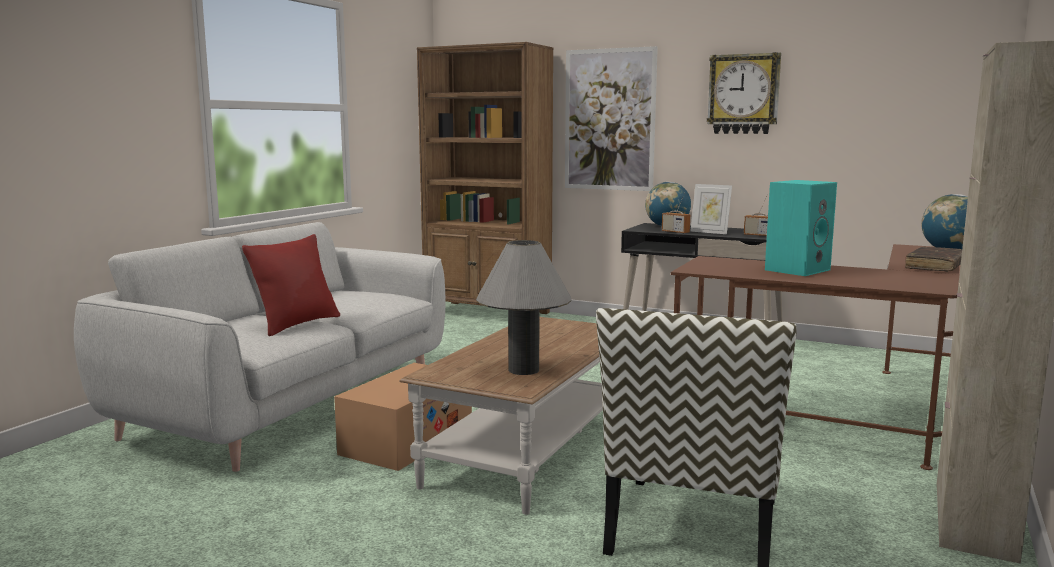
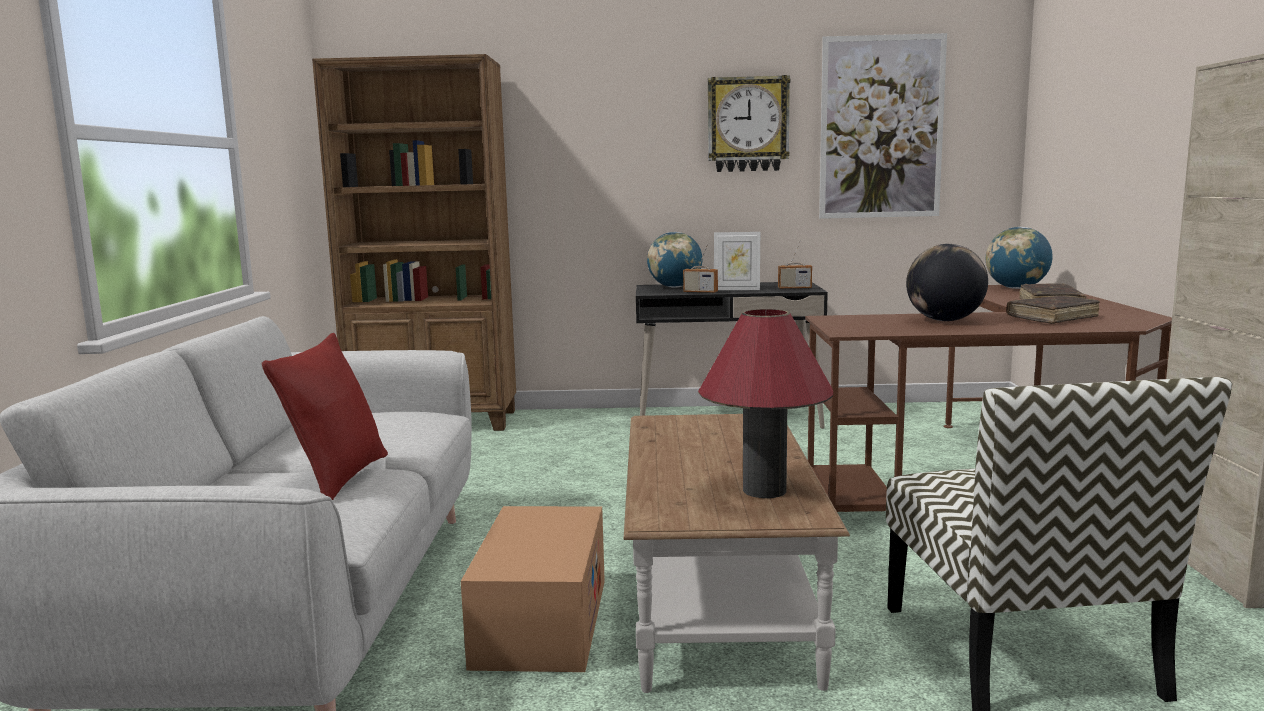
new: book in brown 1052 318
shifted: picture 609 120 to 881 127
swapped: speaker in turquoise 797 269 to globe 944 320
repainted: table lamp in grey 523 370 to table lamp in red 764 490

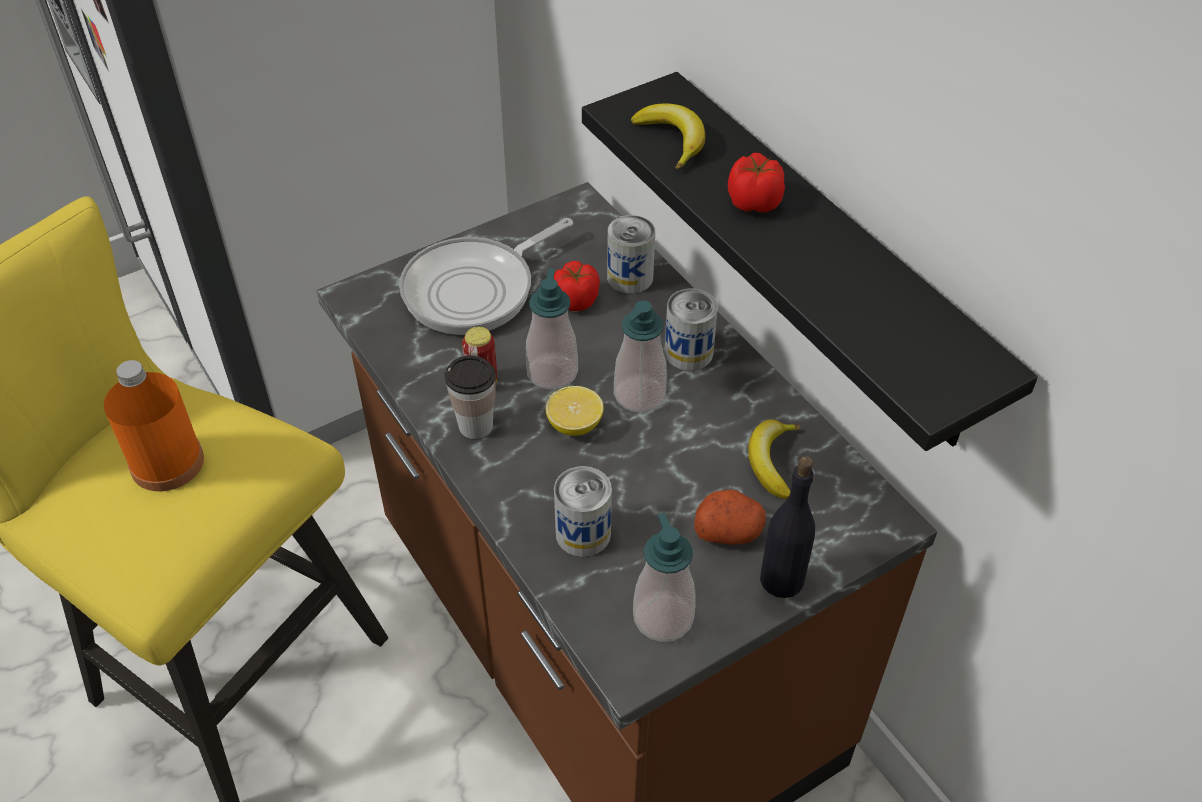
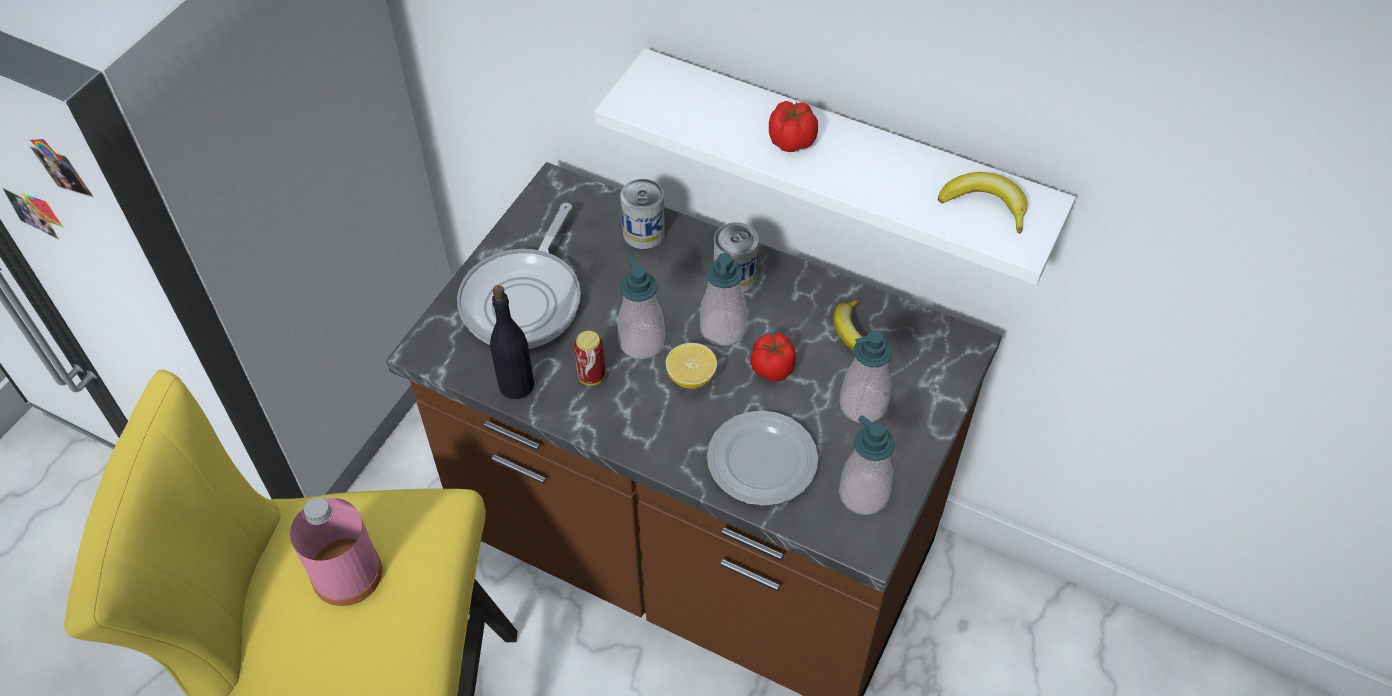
gone: cup 475 425
shifted: banana 672 140 to 985 205; tomato 577 300 to 773 367; bottle in black 781 579 to 516 385
swapped: can 583 533 to plate 761 460; potato 728 530 to soap dispenser 863 405
repainted: shelf in black 825 261 to shelf in white 844 163; bottle in orange 167 463 to bottle in pink 347 574

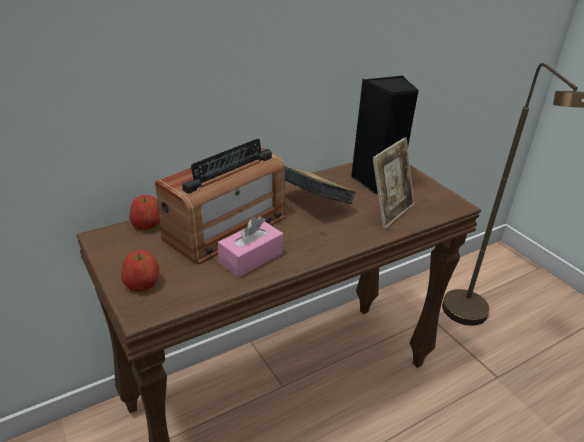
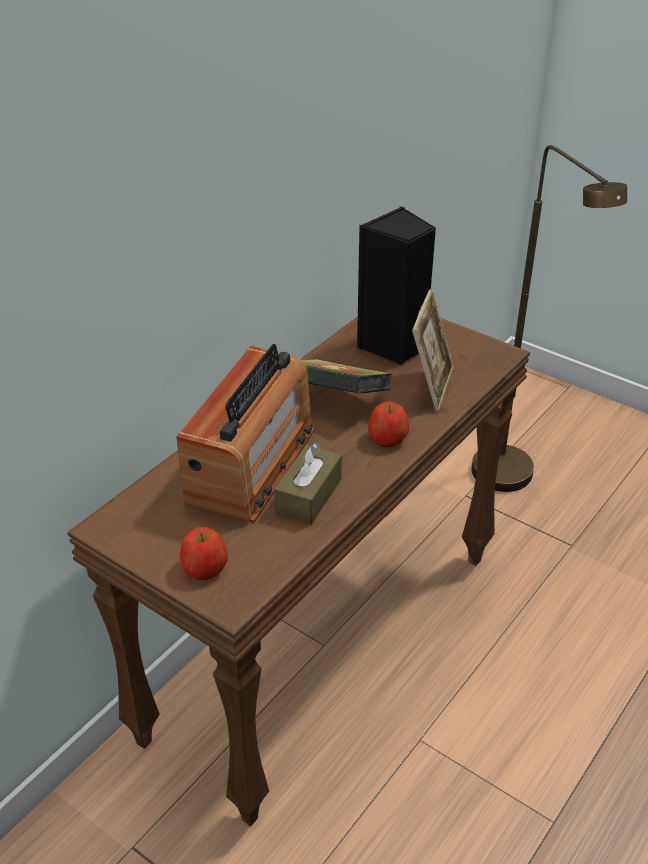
shifted: apple 147 224 to 388 438
repainted: tissue box in pink 250 258 to tissue box in brown 308 495

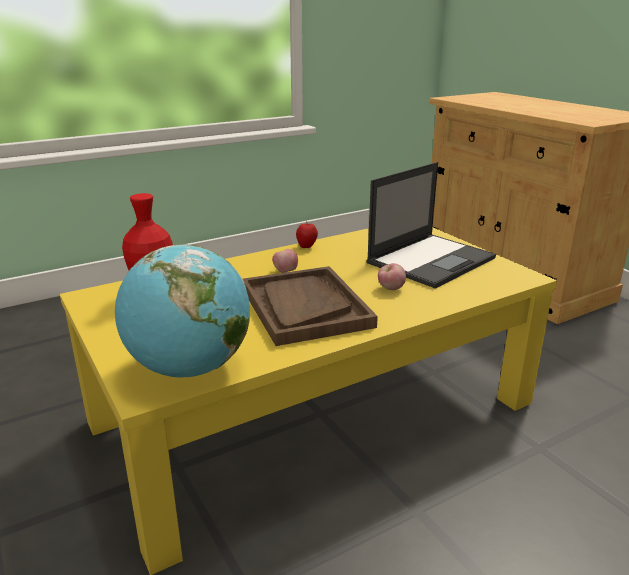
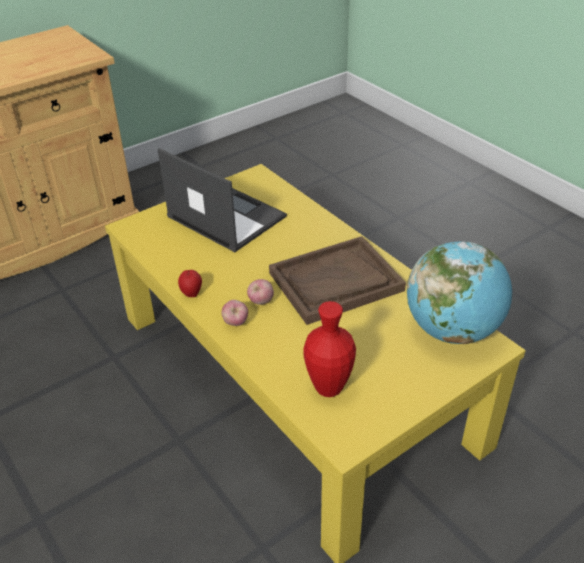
shifted: apple 391 289 to 235 323

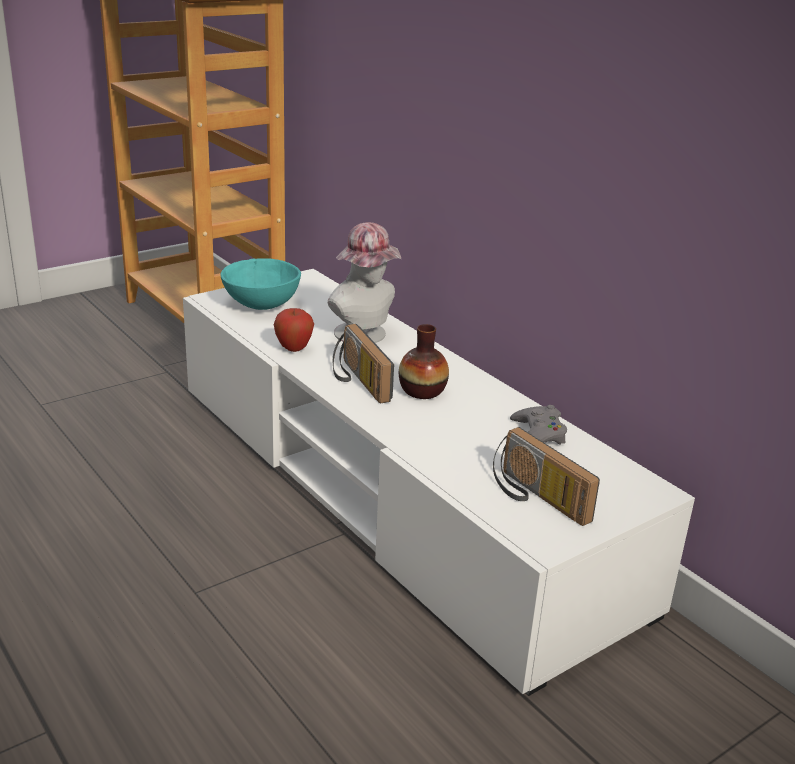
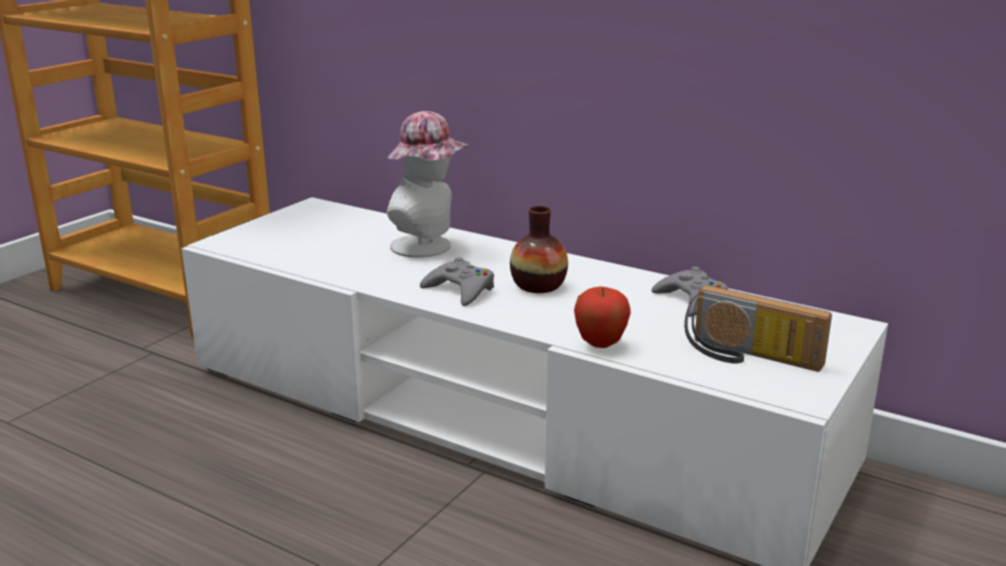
gone: bowl in turquoise 260 306
shifted: apple 294 349 to 600 345
swapped: radio 357 381 to game controller in grey 460 290

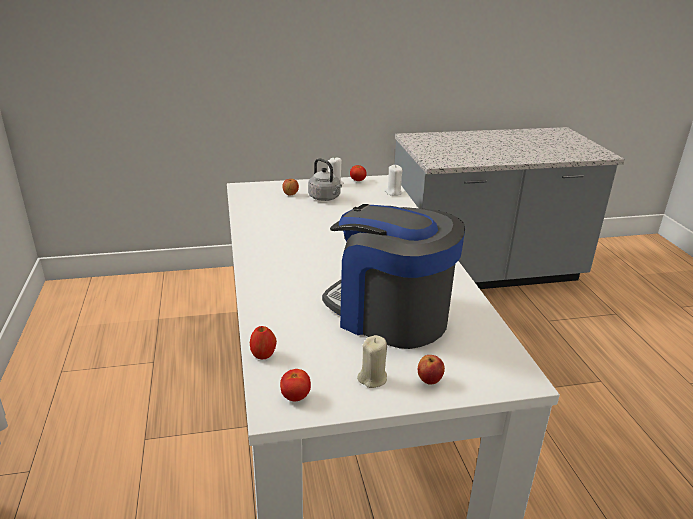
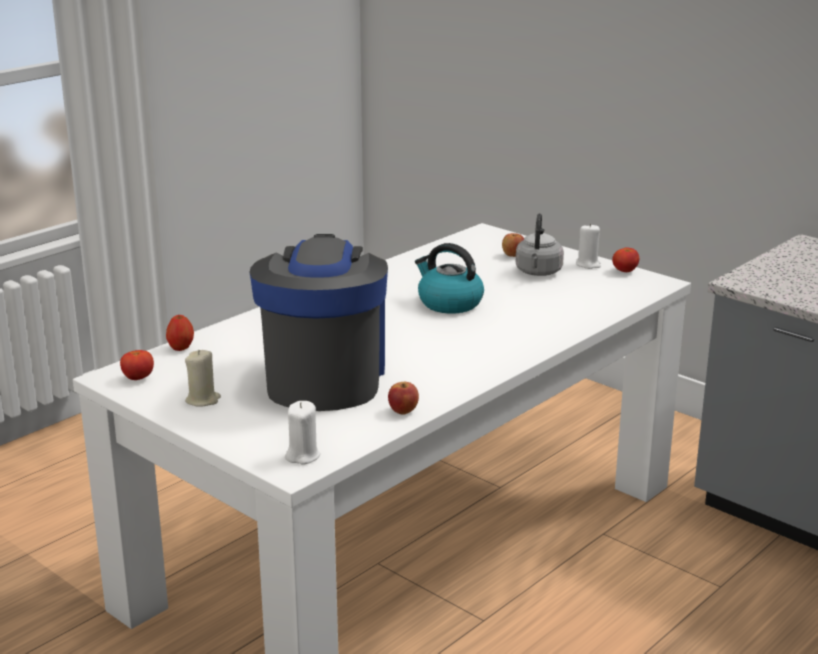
new: kettle 449 303
shifted: candle in white 393 192 to 302 456; apple 429 380 to 403 411

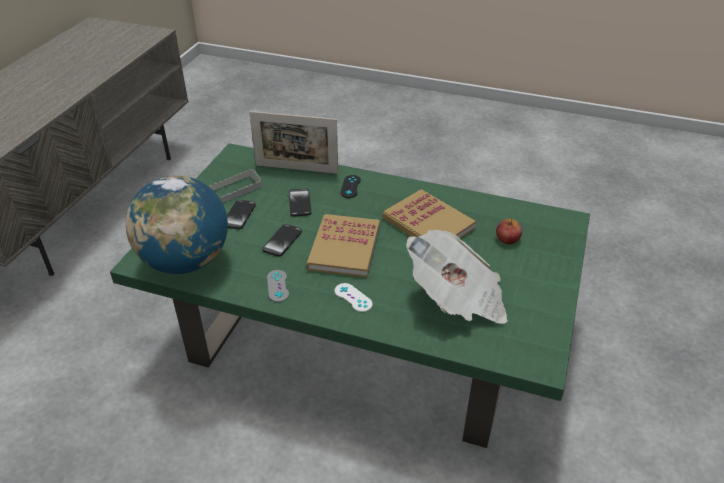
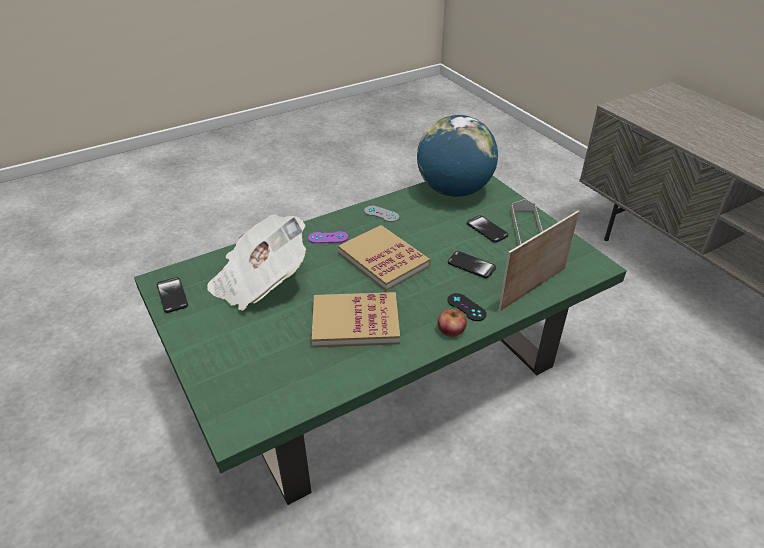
shifted: apple 507 238 to 451 330; phone 282 241 to 172 296
repainted: game controller in white 353 297 to game controller in purple 328 237

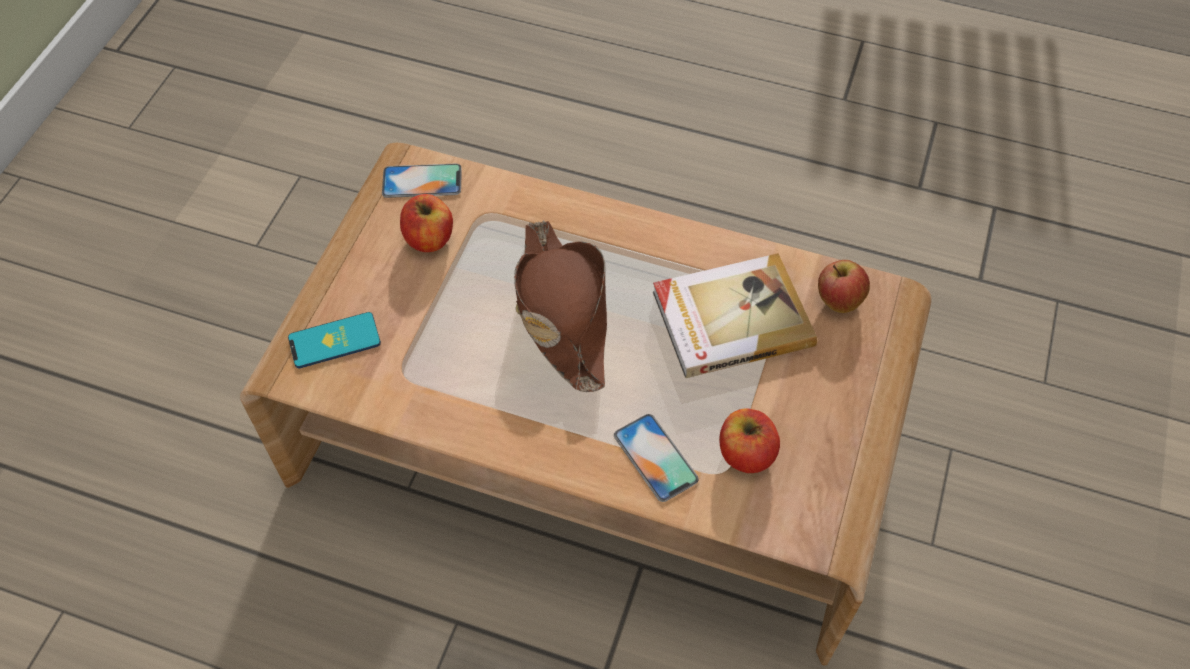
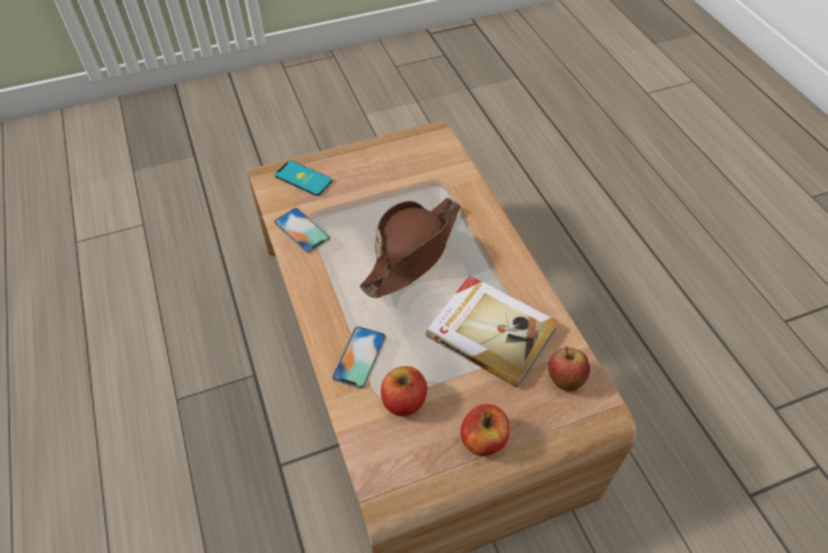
shifted: phone 422 181 to 301 230; apple 429 238 to 483 439

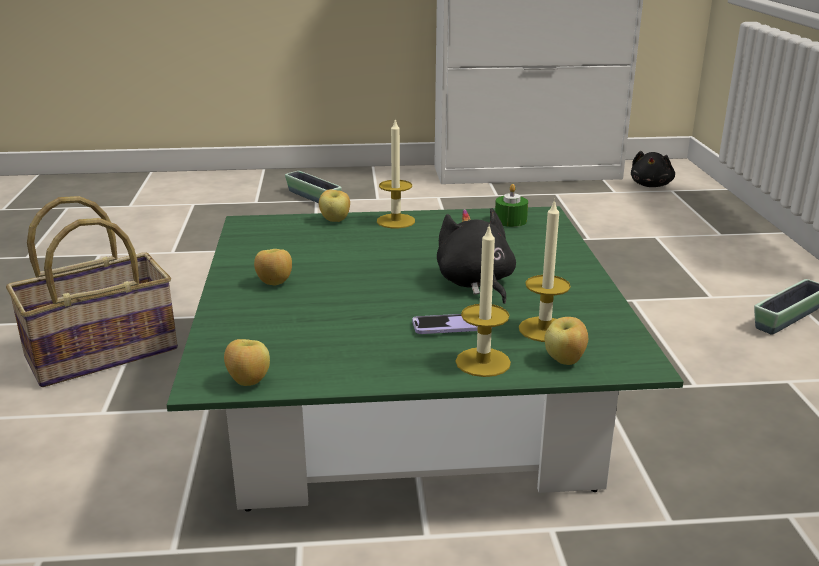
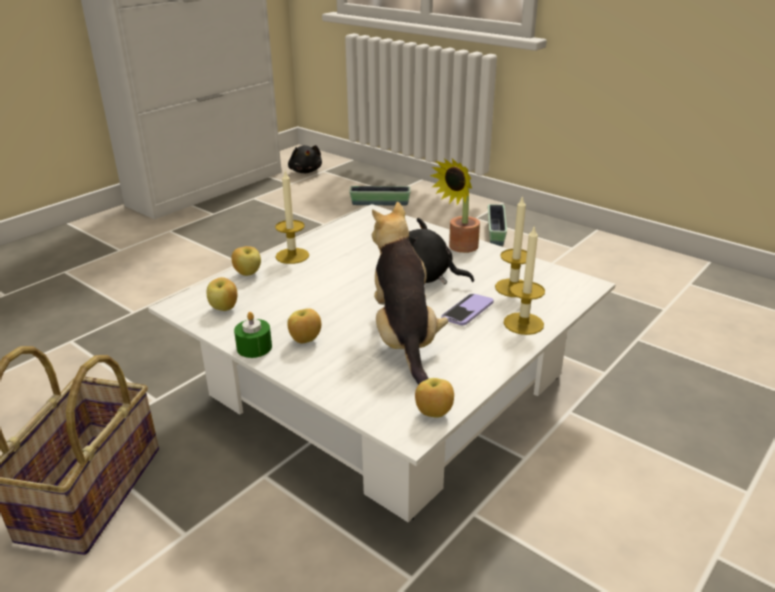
new: potted plant 459 248; plush toy 404 339
shifted: planter 313 198 to 380 203; candle in green 510 220 to 254 347; apple 565 360 to 224 308
repainted: coffee table in green 407 401 to coffee table in white 388 387

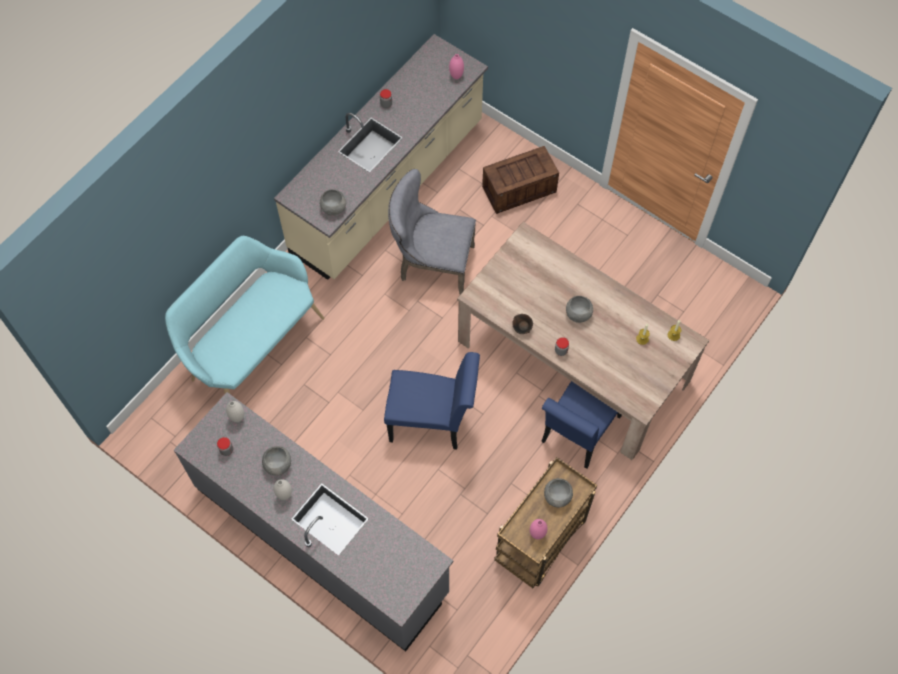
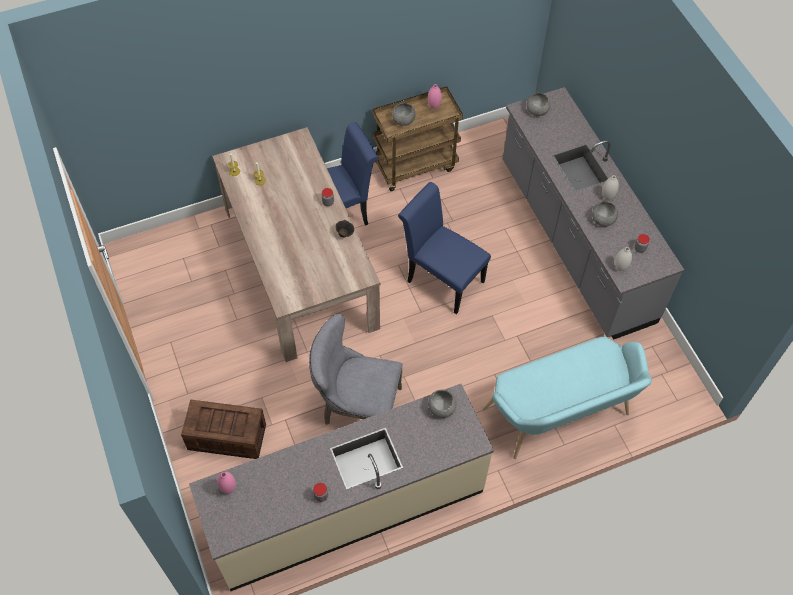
shifted: bowl in grey 578 314 to 537 110
rotated: chair in grey 432 264 = 357 407 150 degrees clockwise

